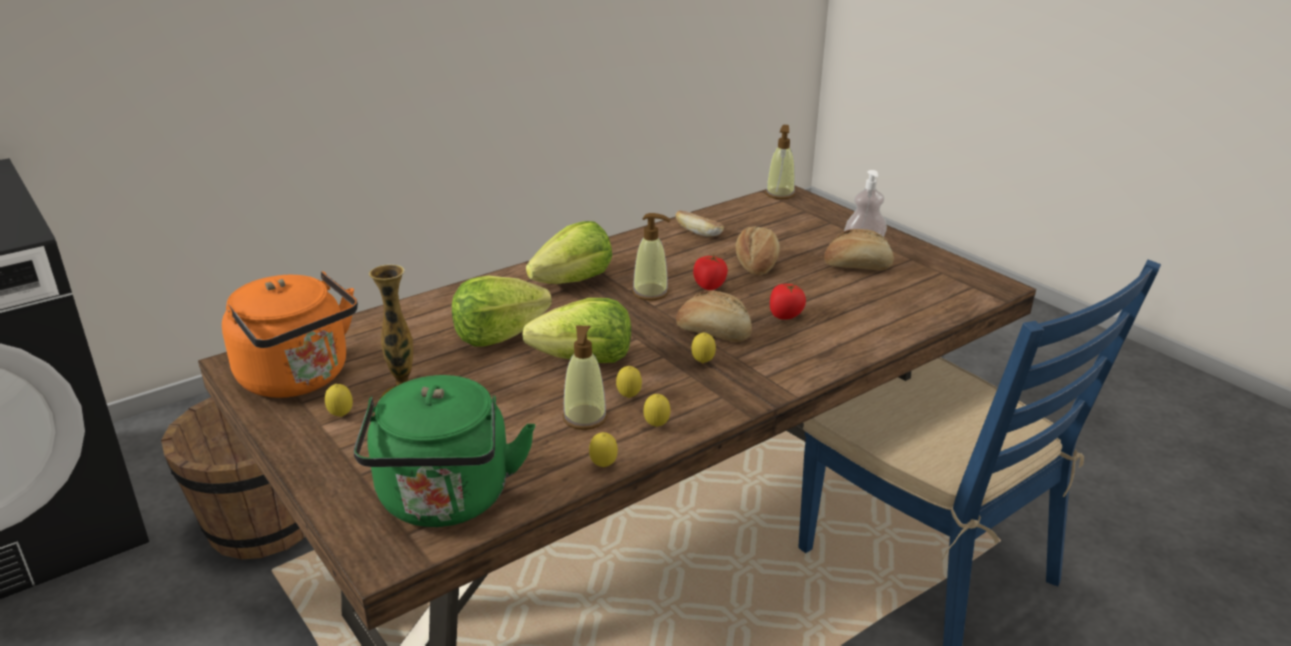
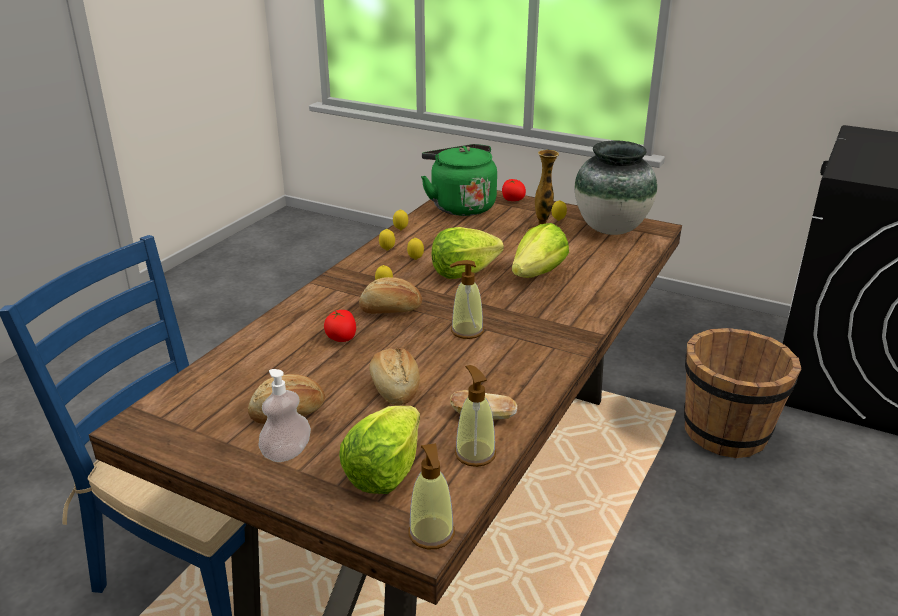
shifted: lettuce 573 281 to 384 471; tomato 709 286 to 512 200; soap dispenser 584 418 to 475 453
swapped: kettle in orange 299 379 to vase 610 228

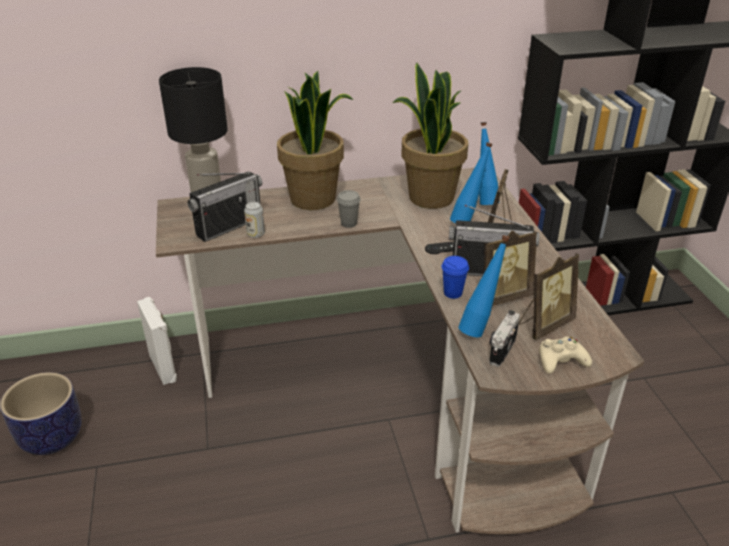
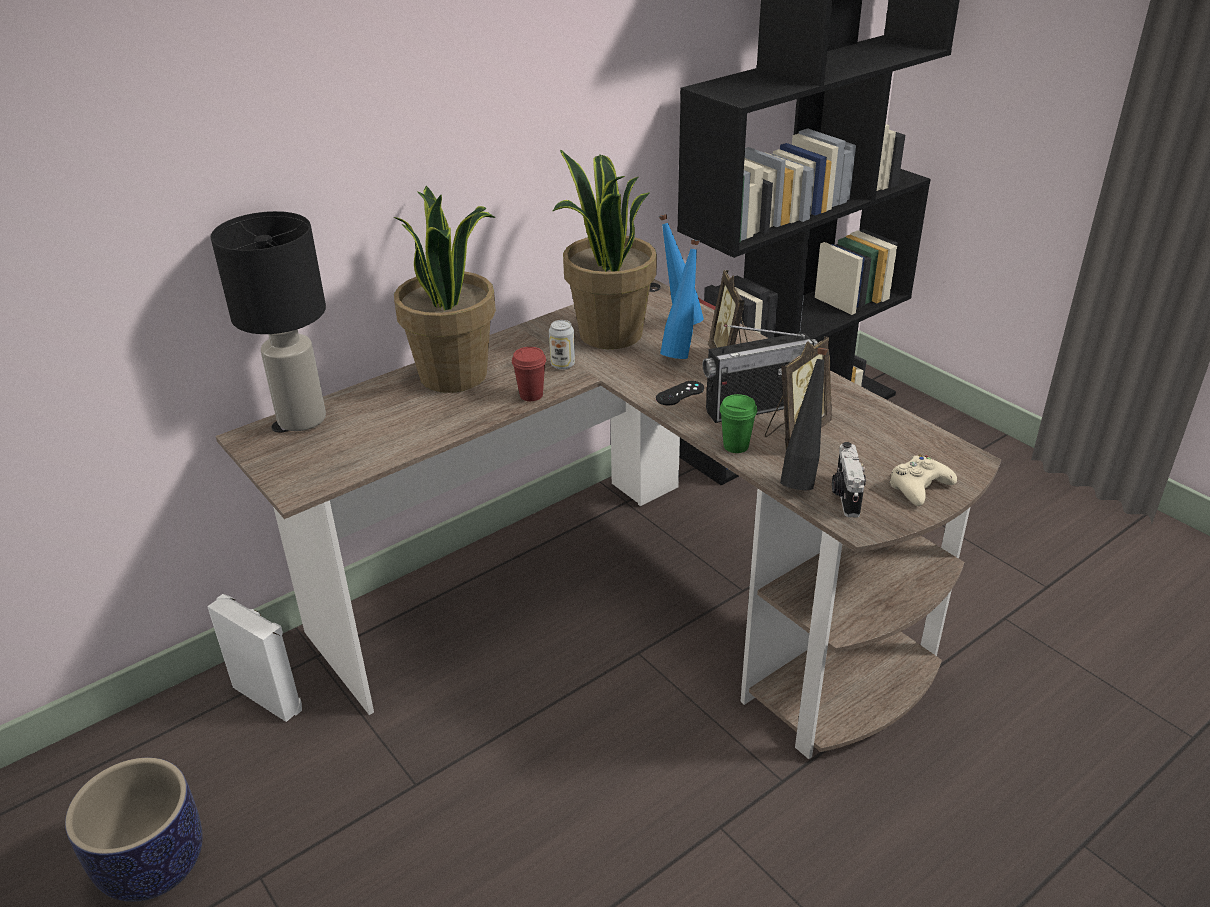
gone: radio 229 226; picture frame 544 324
shifted: can 256 234 to 562 365
repainted: cup in grey 348 223 to cup in red 531 395; bottle in blue 480 328 to bottle in black 801 478; cup in blue 453 293 to cup in green 736 446

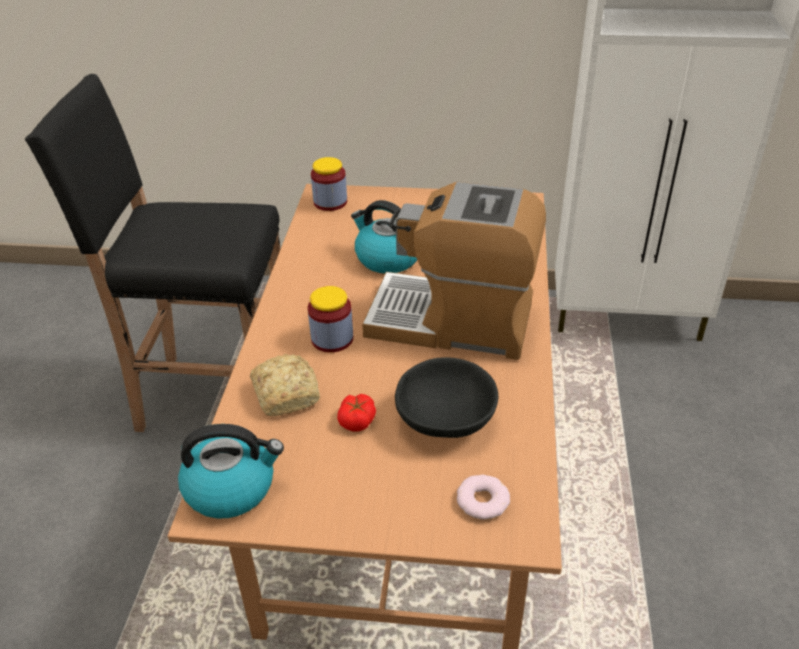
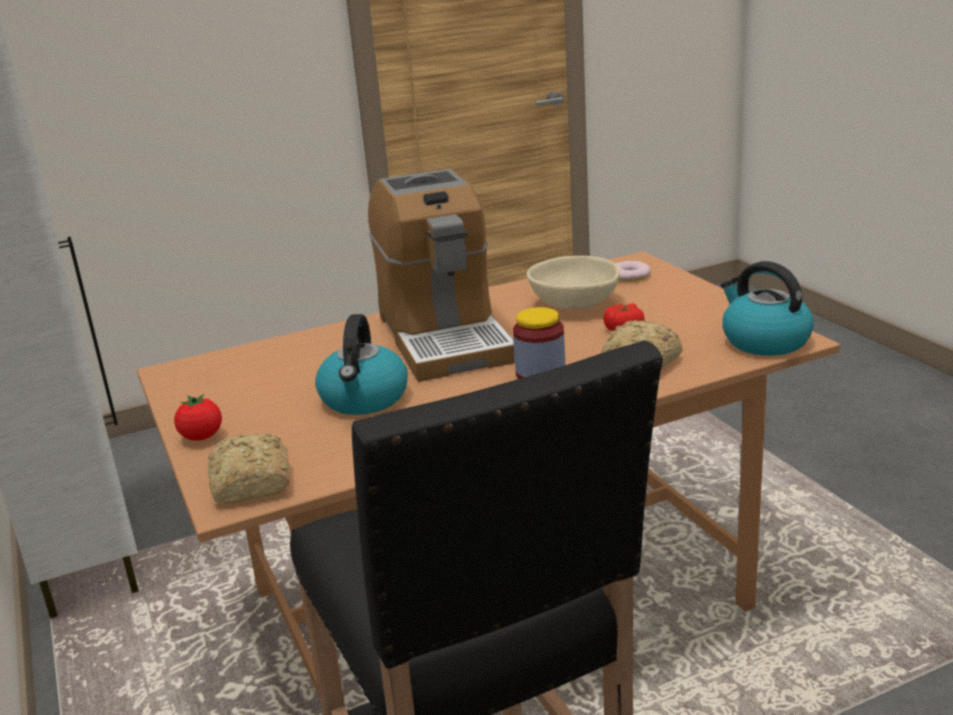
new: tomato 202 437
swapped: jar 330 202 to bread 251 485
repainted: bowl in black 444 420 to bowl in beige 575 304

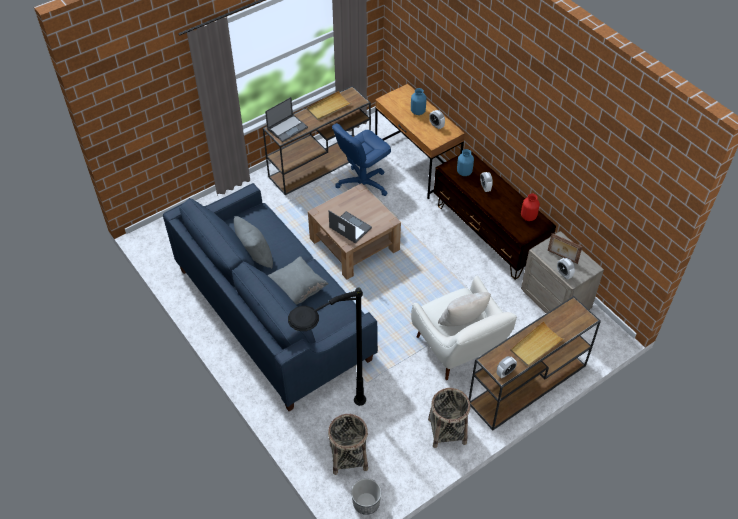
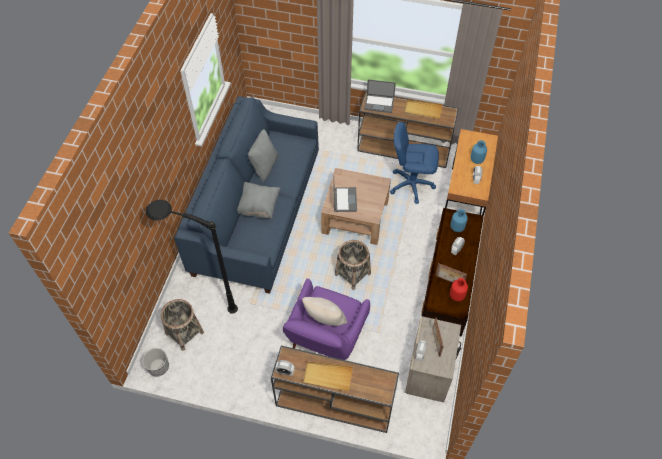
new: picture frame 449 281
shifted: basket 447 431 to 352 274
repainted: armchair in white 459 349 to armchair in purple 326 339

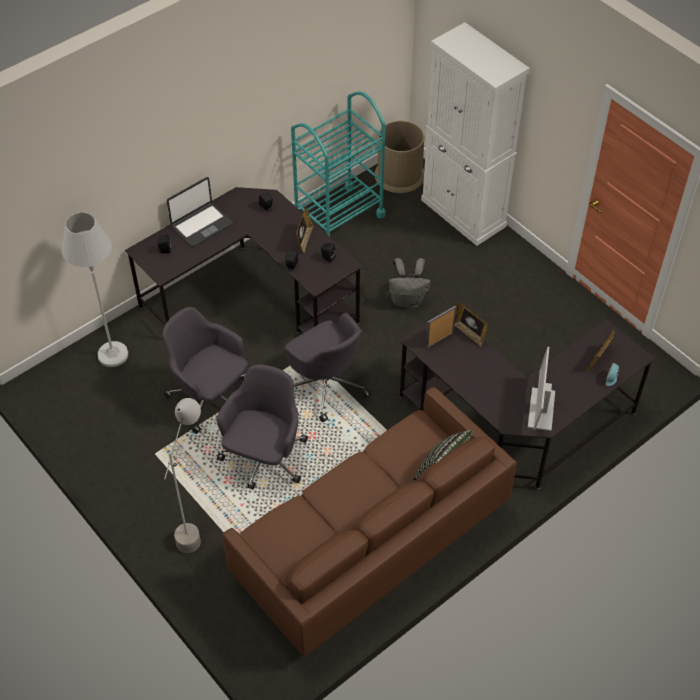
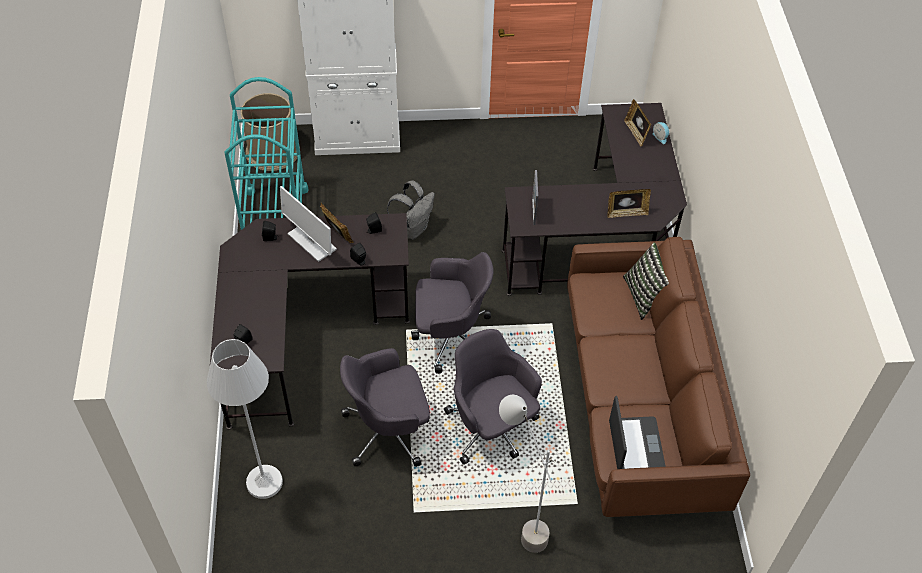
shifted: laptop 201 225 to 635 446; picture frame 469 333 to 626 213; monitor 541 409 to 311 241

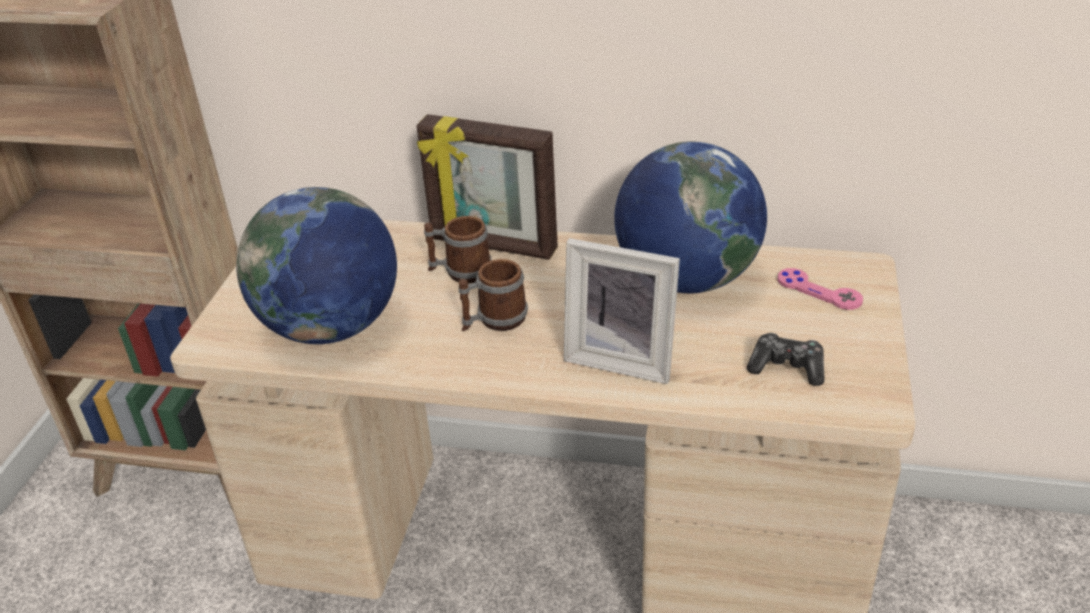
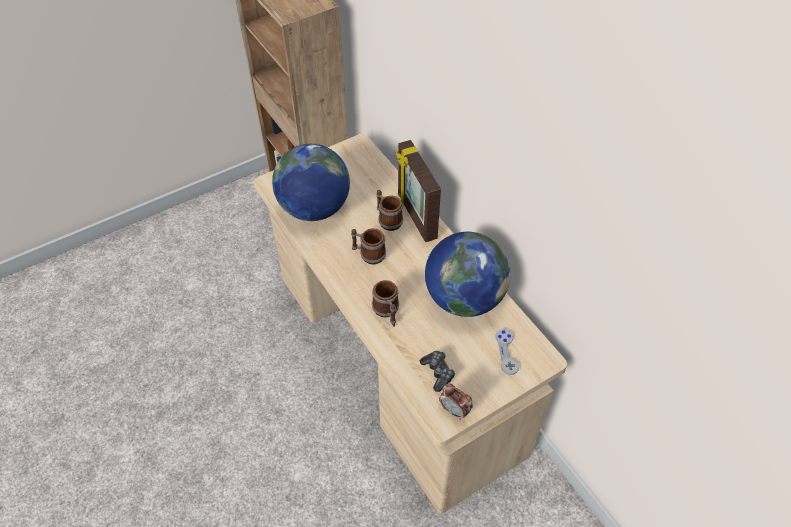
new: alarm clock 454 410
swapped: picture frame 622 358 to mug 387 312
repainted: game controller in pink 819 291 to game controller in grey 506 352

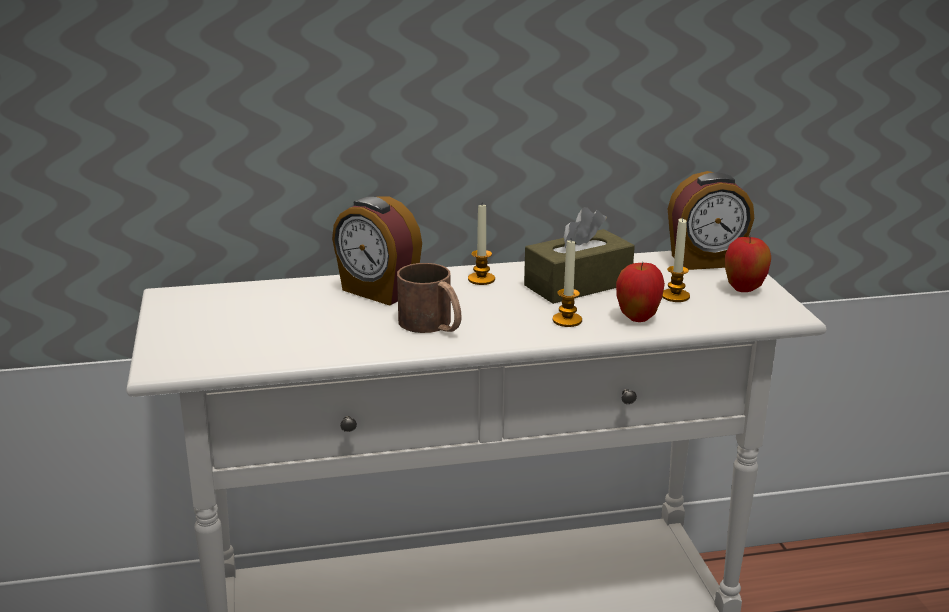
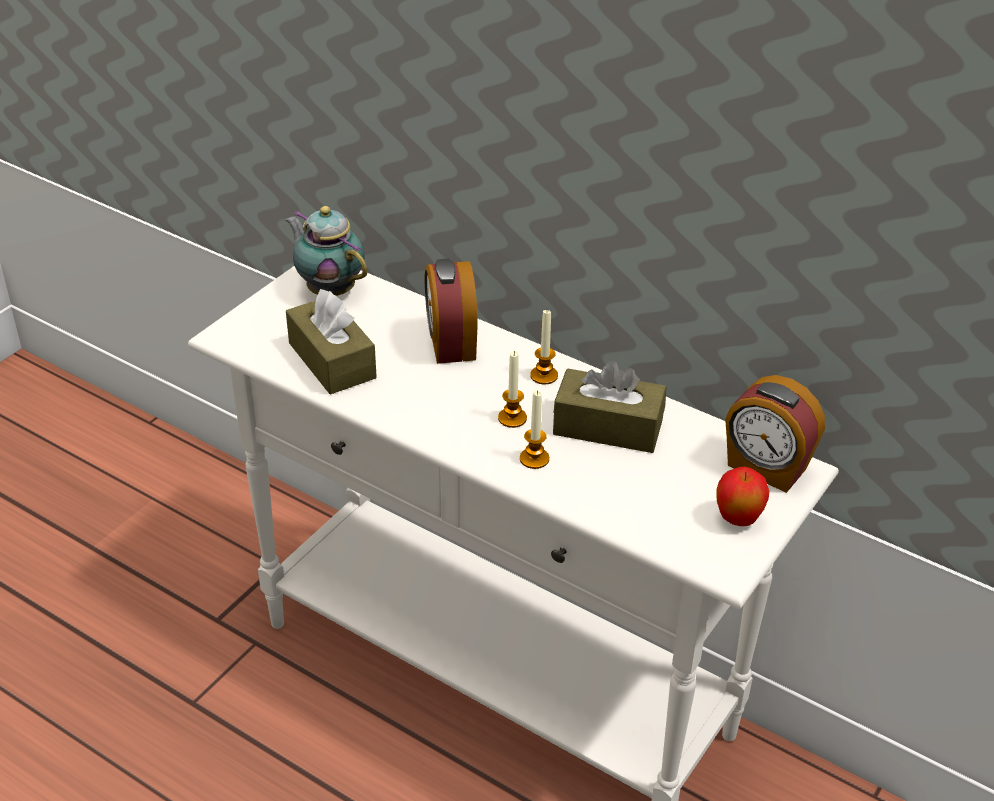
gone: apple 637 318; mug in brown 433 326
new: teapot 329 290; tissue box in brown 332 360
shifted: candle 675 296 to 512 418

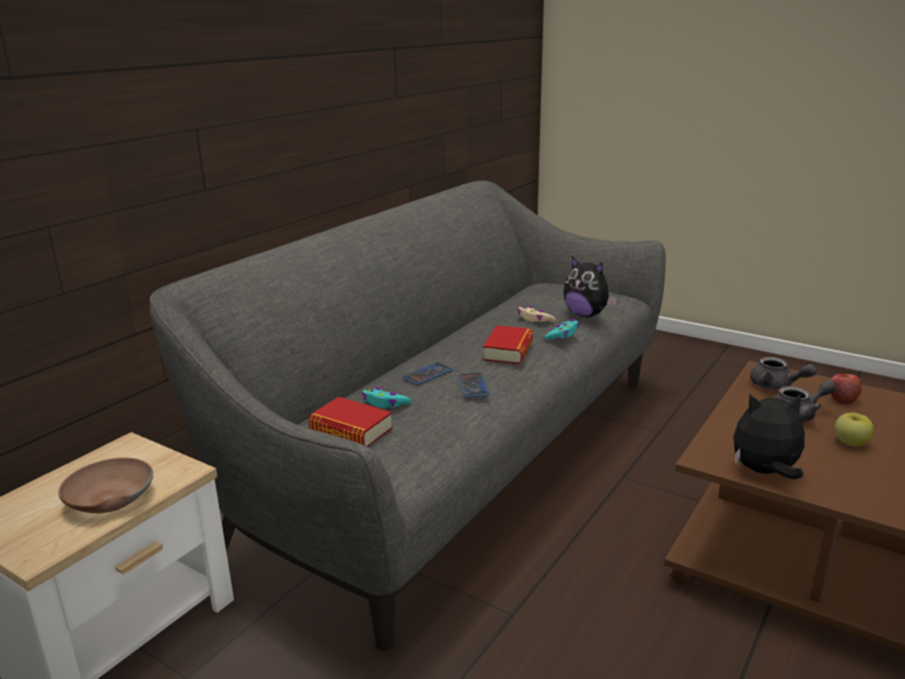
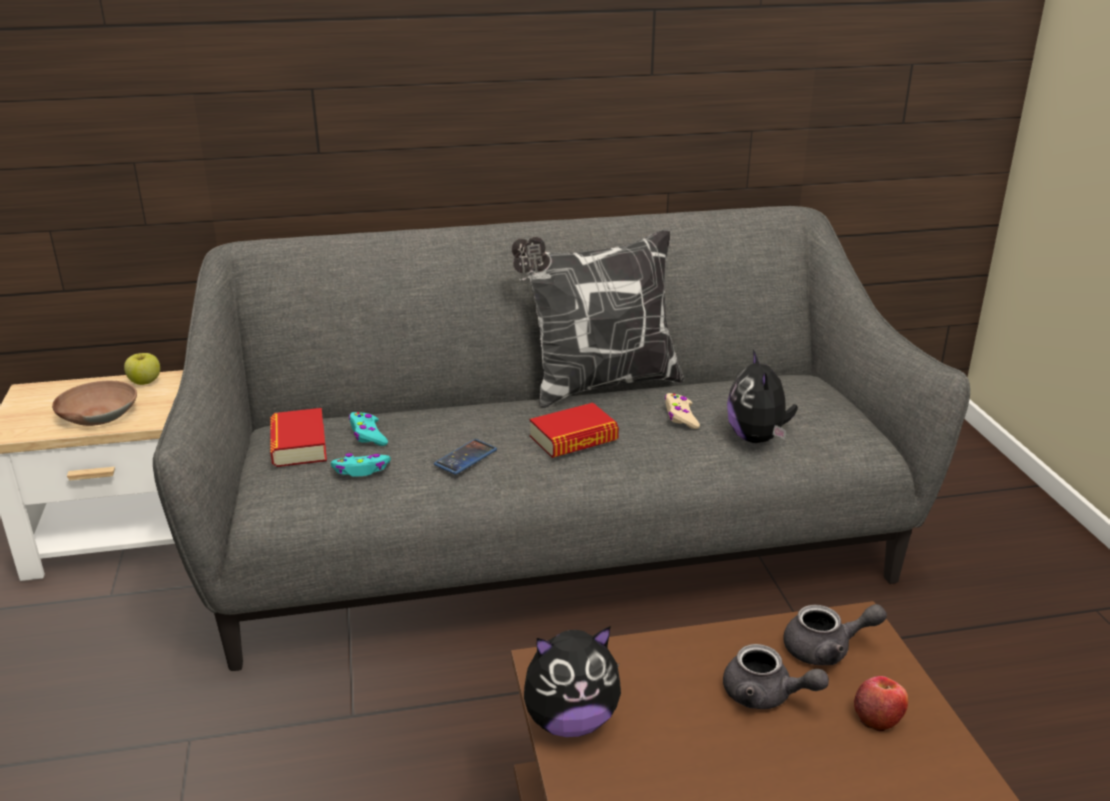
gone: phone 427 374
new: pillow 599 385
shifted: game controller in turquoise 563 335 to 361 470; apple 850 442 to 145 382
rotated: teapot in grey 776 386 = 826 649 90 degrees counterclockwise; plush toy 765 472 = 570 721 120 degrees clockwise

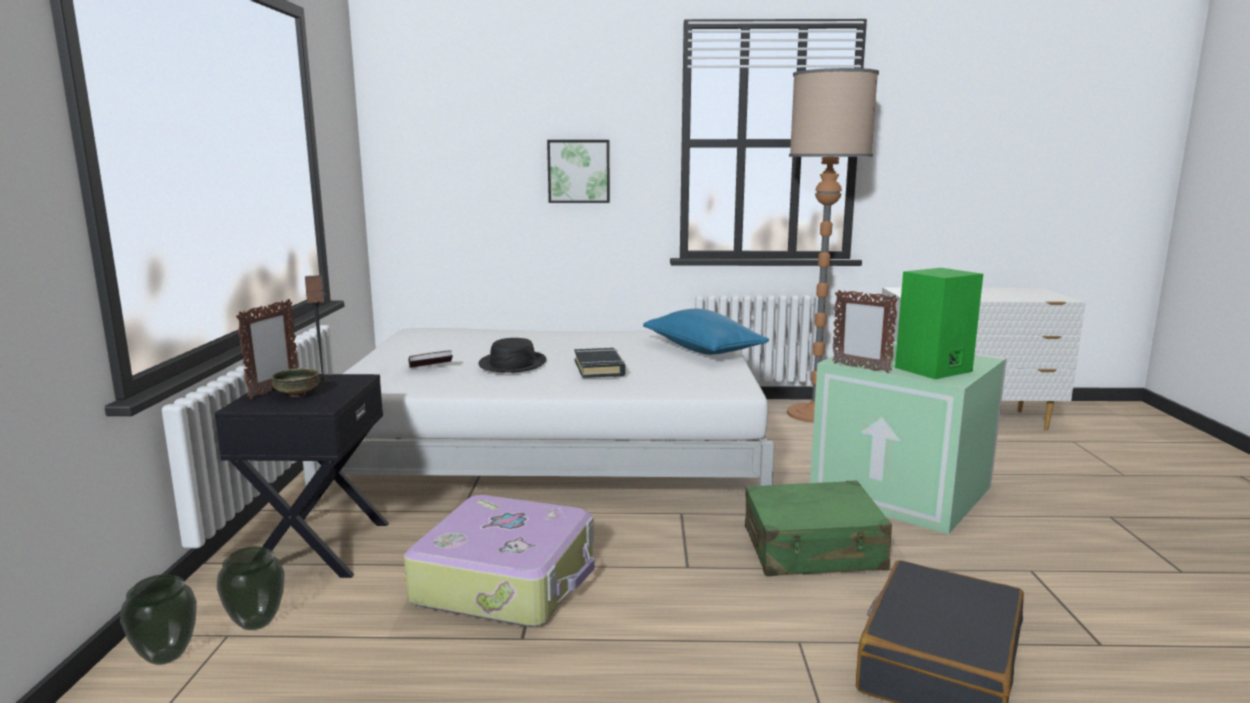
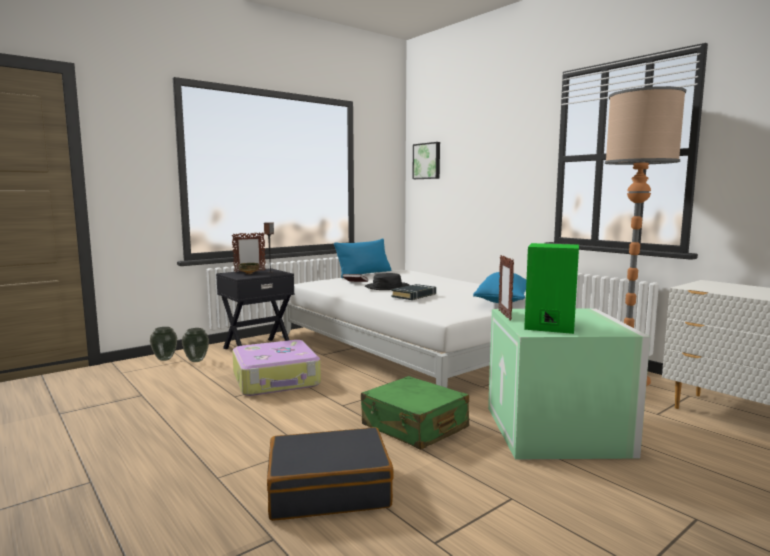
new: pillow in blue 364 274
shifted: picture 579 171 to 427 161

